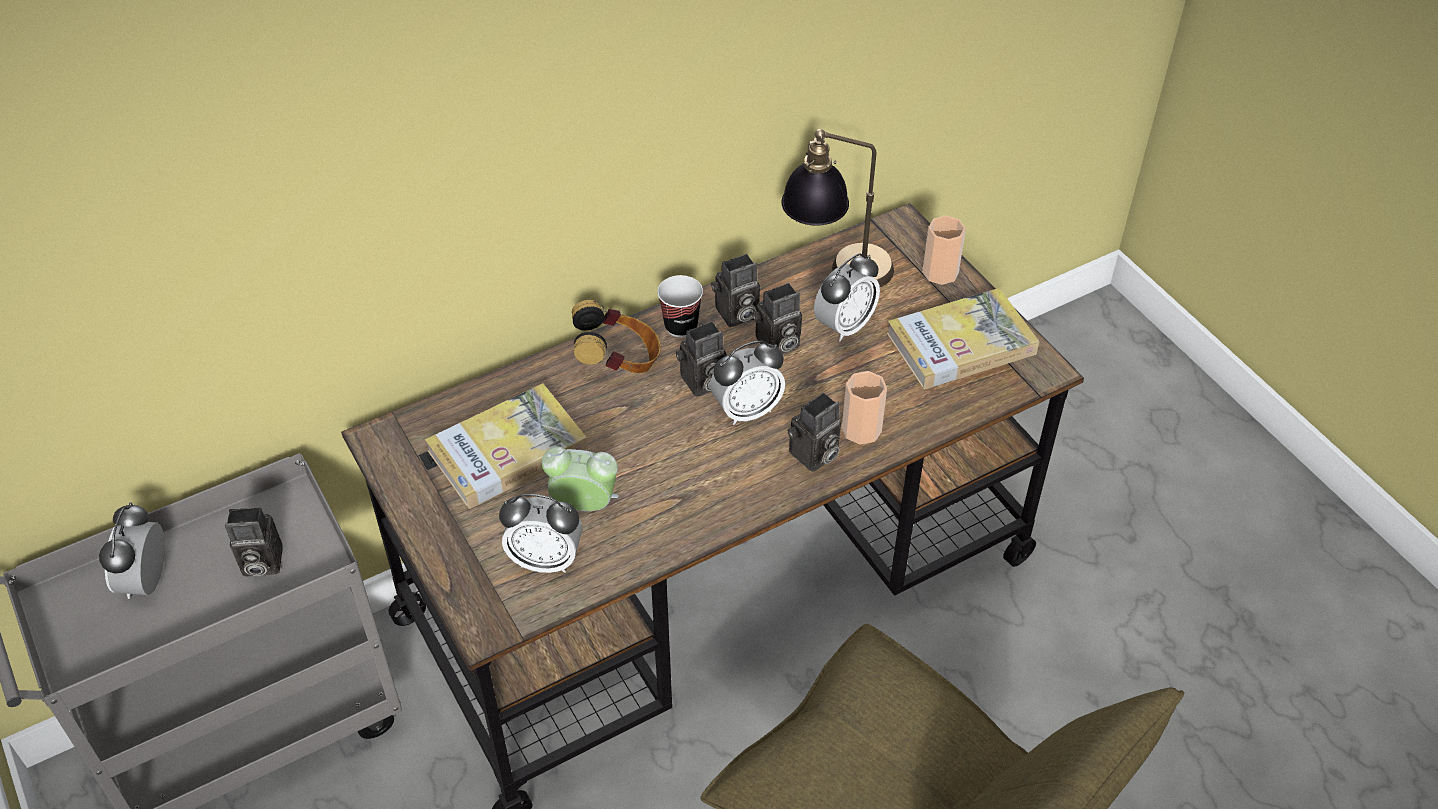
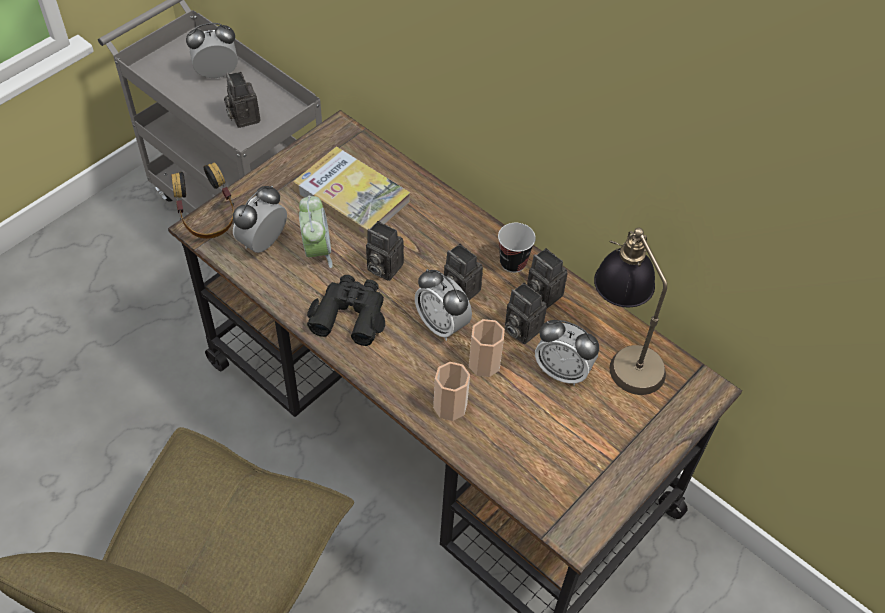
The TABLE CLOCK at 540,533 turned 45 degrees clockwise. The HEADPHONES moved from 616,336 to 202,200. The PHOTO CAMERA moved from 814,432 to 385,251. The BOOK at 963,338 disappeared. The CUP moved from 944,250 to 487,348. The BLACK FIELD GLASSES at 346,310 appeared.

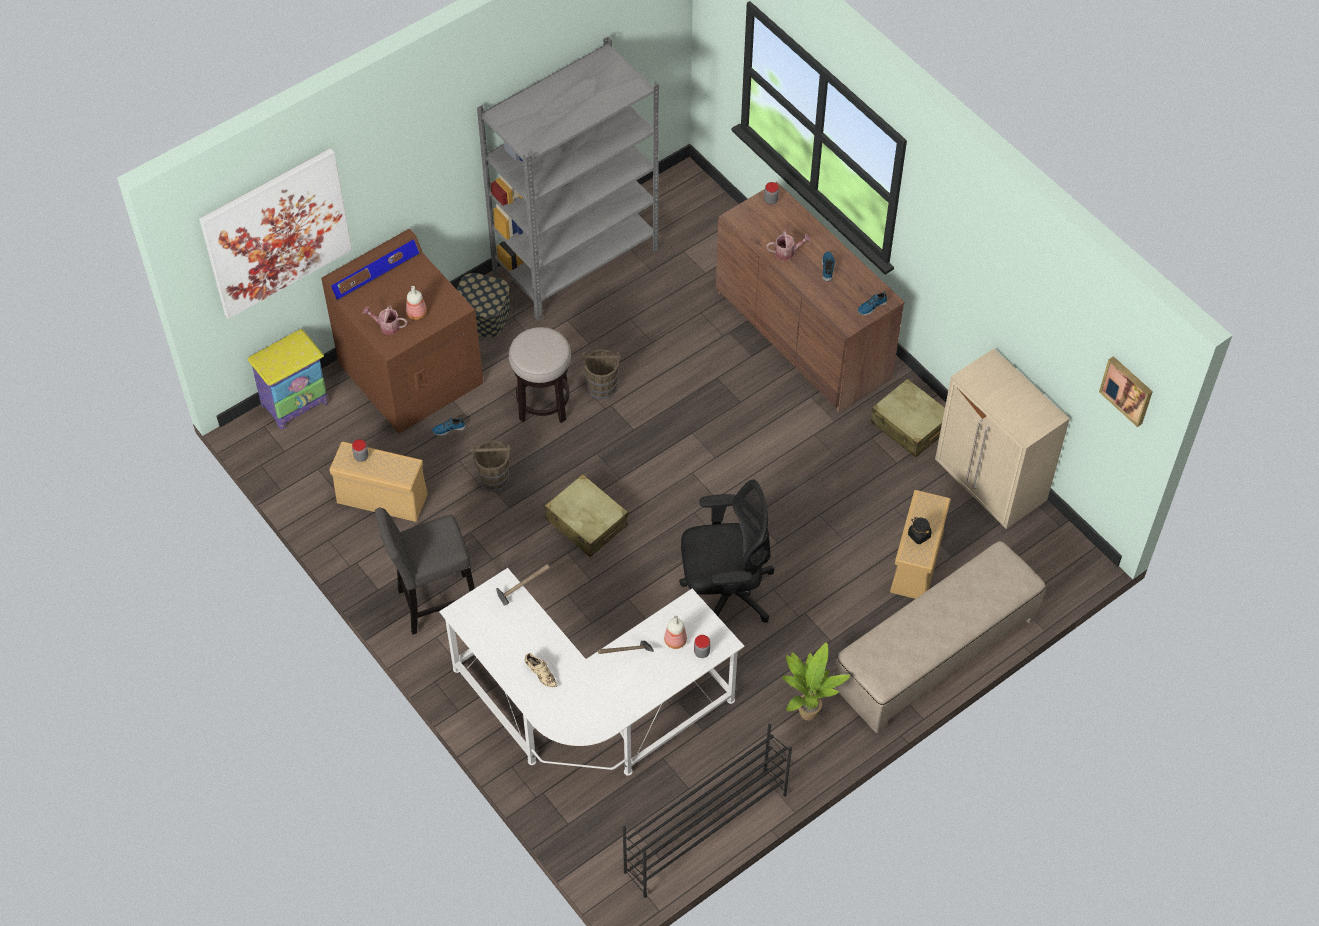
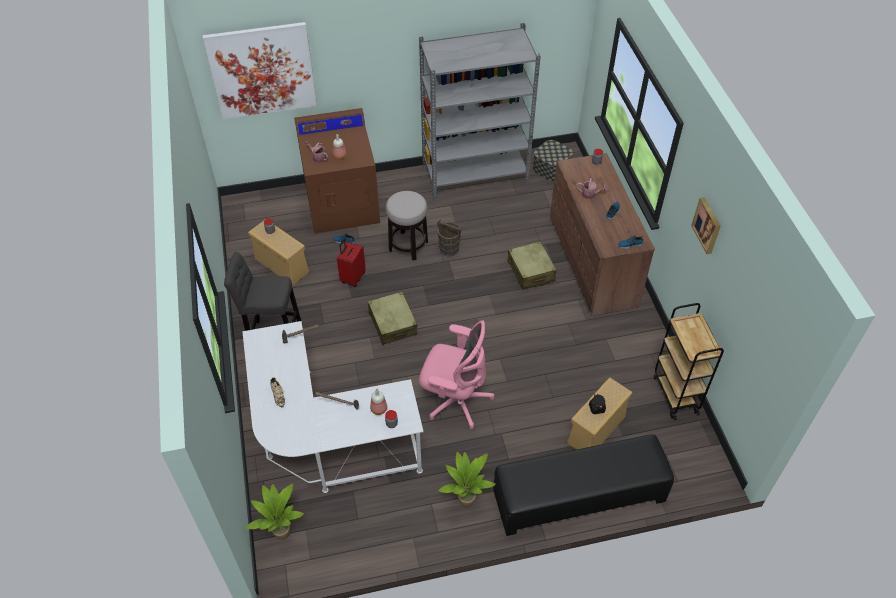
The BEDSIDE TABLE at 288,379 disappeared. The STORAGE CONTAINER moved from 484,305 to 553,161. The BROWN-COLOURED PAIL at 490,466 was replaced by the RED-COLOURED PIECE OF LUGGAGE at 351,263. The BLACK SHOE STAND at 707,811 disappeared. The BLACK COMPUTER CHAIR at 726,551 became the PINK COMPUTER CHAIR at 456,374. The BEIGE-COLOURED BENCH at 940,637 became the BLACK BENCH at 583,485. The BEIGE-COLOURED PIECE OF LUGGAGE moved from 908,418 to 532,265. The BEIGE-COLOURED CUPBOARD at 1002,438 was replaced by the BROWN-COLOURED WHEELED CART at 689,361. The PICTURE moved from 1126,391 to 706,225. The POTTED PLANT at 274,512 appeared.

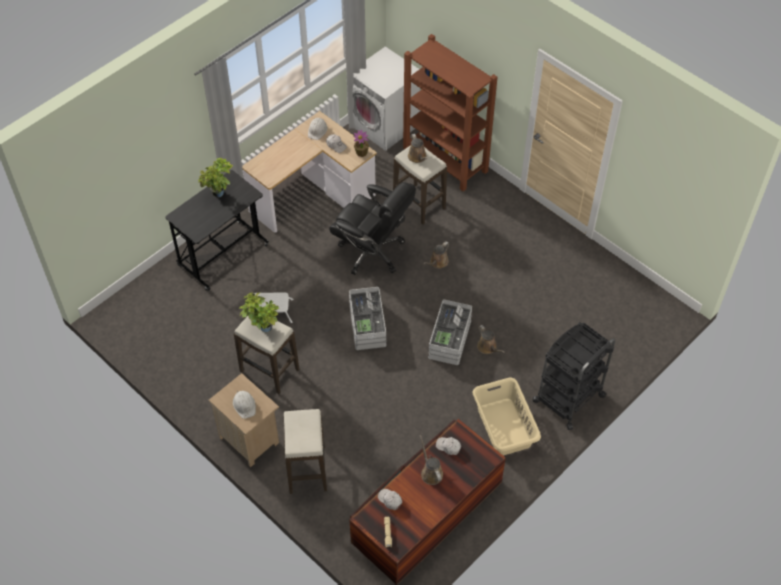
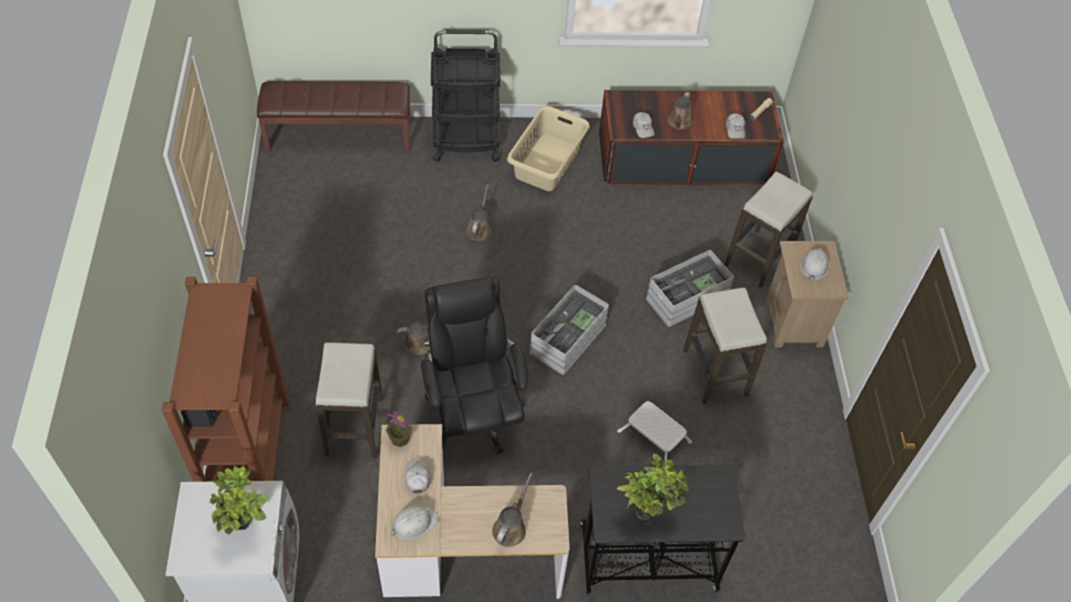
The POTTED PLANT moved from 259,312 to 239,500. The BROWN-COLOURED SPRINKLING CAN moved from 417,148 to 512,510. The GREYISH STORAGE CONTAINER moved from 450,332 to 690,288. The BROWN-COLOURED BENCH at 334,116 appeared.

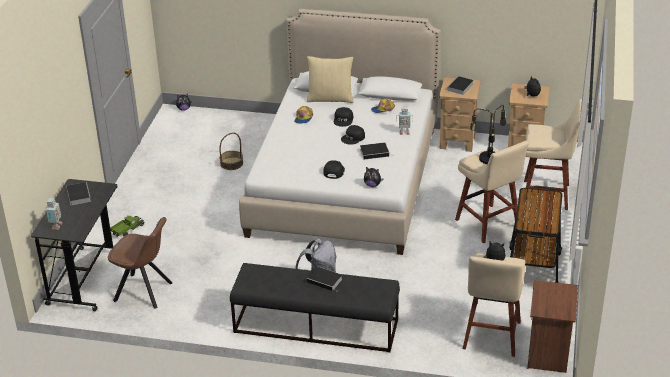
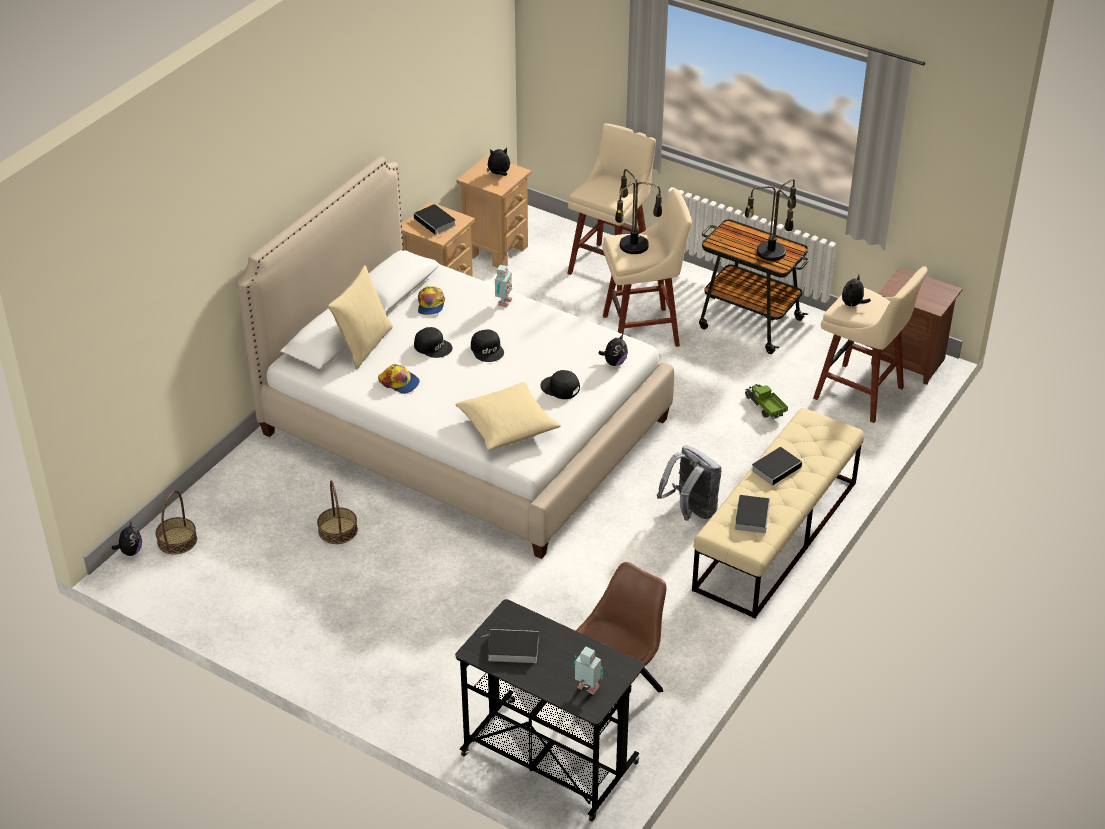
The MODEL TRUCK moved from 127,226 to 766,401. The BLACK BENCH at 315,307 became the BEIGE-COLOURED BENCH at 778,513. The BOOK moved from 376,150 to 752,514. The STORAGE BASKET at 176,522 appeared. The BEIGE-COLOURED CUSHION at 508,416 appeared. The LAMP FOR A TABLE at 770,220 appeared.

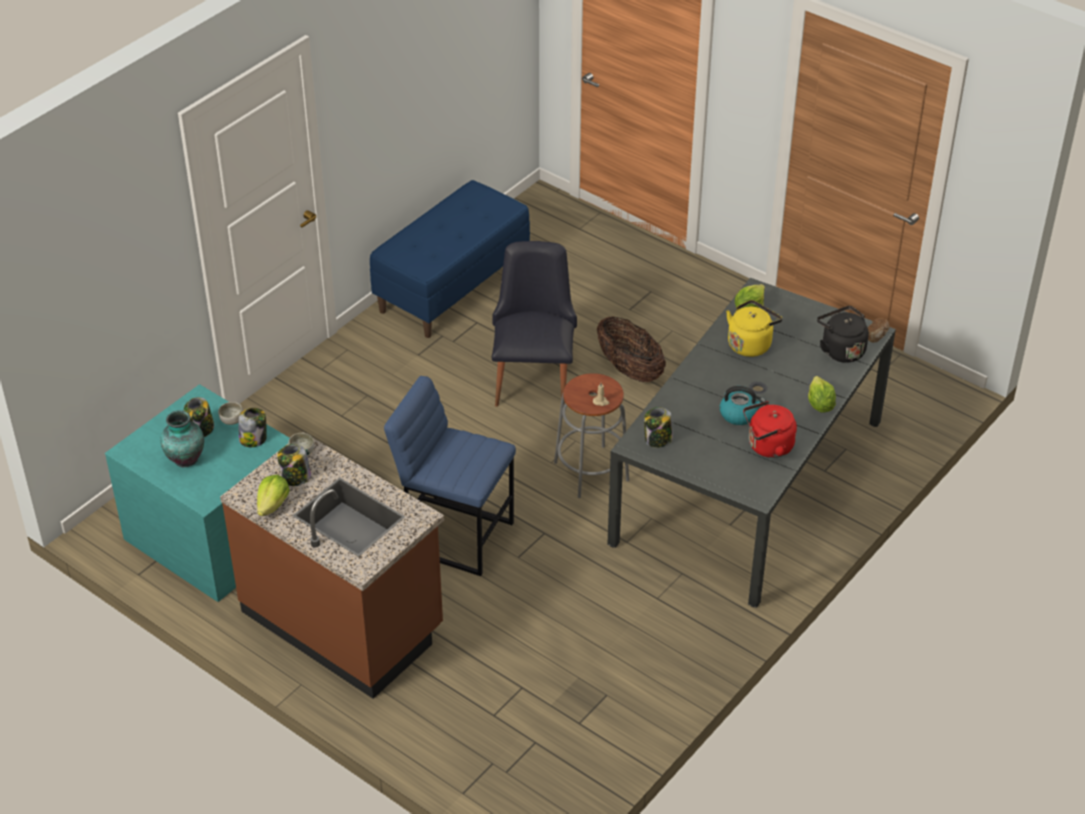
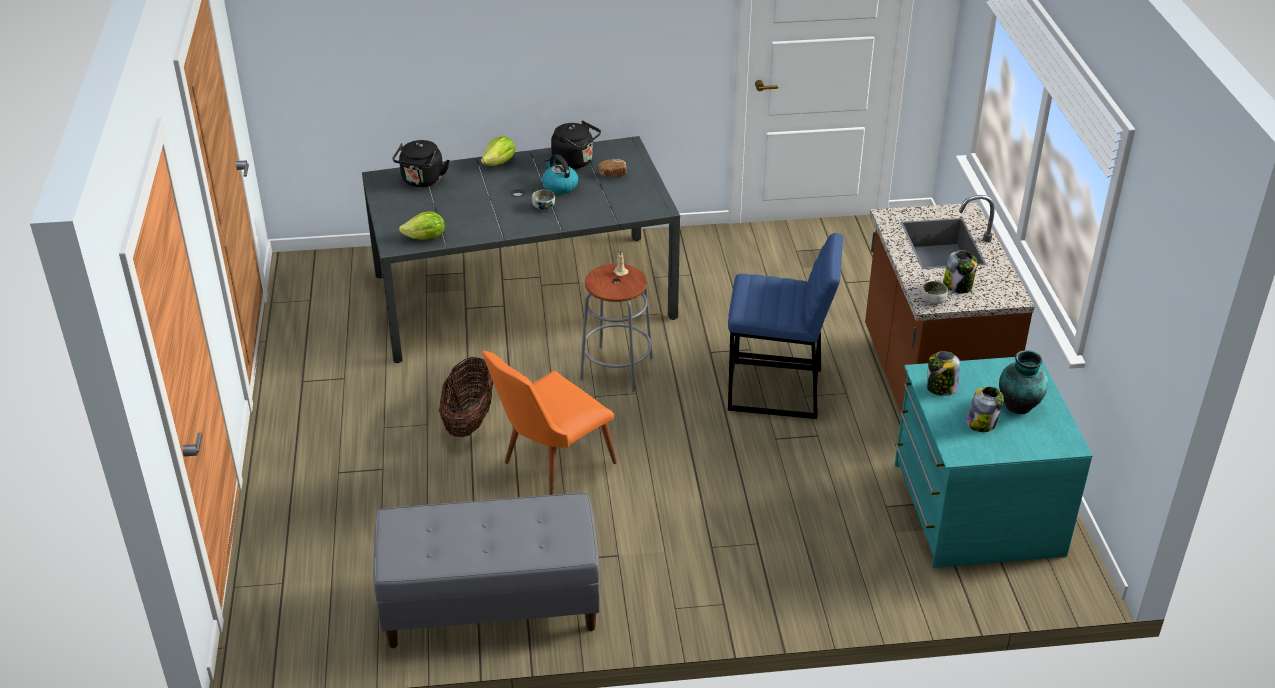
The DEEP DISH moved from 230,413 to 543,200. The LETTUCE at 273,495 disappeared. The BLUE-COLOURED BENCH at 450,259 became the GREYISH BENCH at 486,570. The BLUE-COLOURED UPRIGHT CHAIR at 450,476 turned 60 degrees counterclockwise. The BLACK UPRIGHT CHAIR at 534,324 became the ORANGE UPRIGHT CHAIR at 549,423. The STORAGE JAR at 658,427 disappeared. The YELLOWISH TEA KETTLE at 754,328 disappeared. The RED-COLOURED TEA KETTLE at 770,429 became the BLACK TEA KETTLE at 576,145. The BAKERY BREAD moved from 879,330 to 612,168.

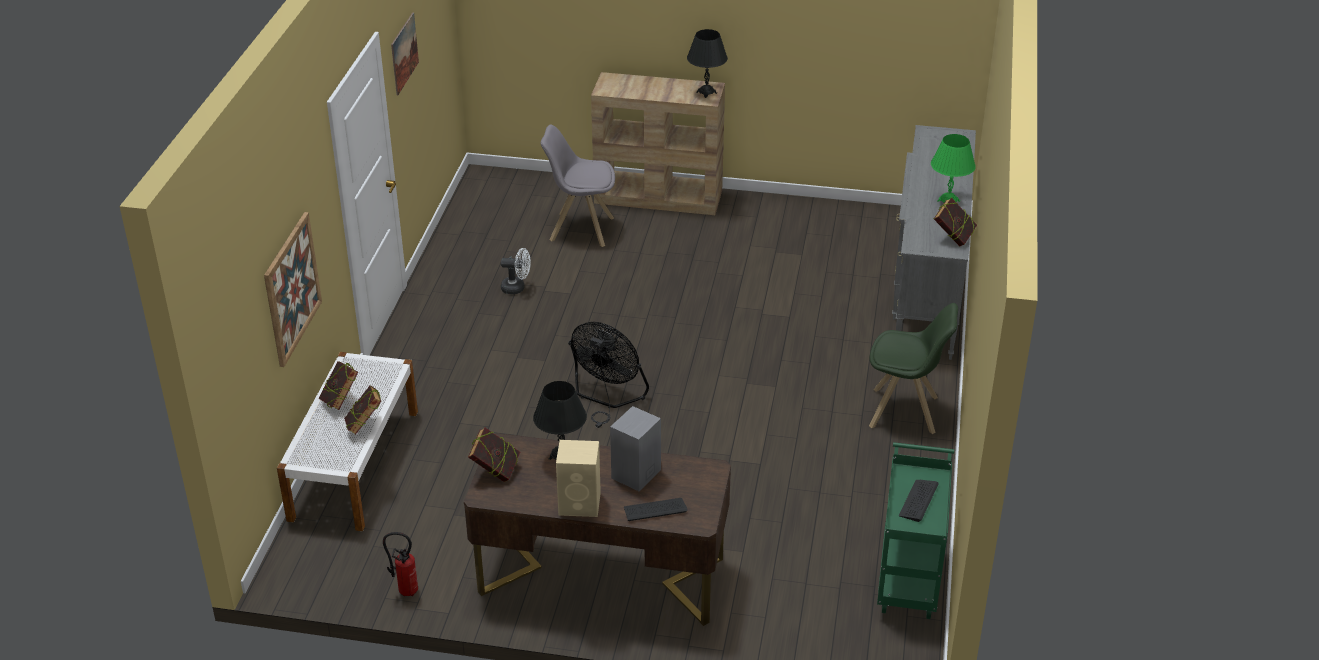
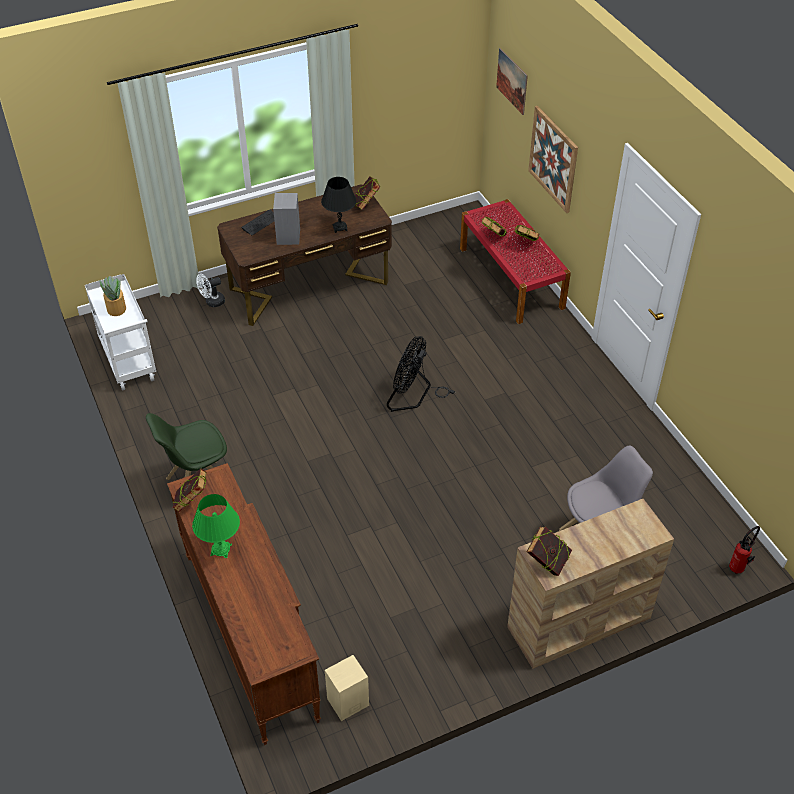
The WHITE-COLOURED BENCH at 347,441 became the RED-COLOURED BENCH at 515,261. The FIRE-FIGHTING CYLINDER moved from 400,564 to 744,550. The PICTURE moved from 405,53 to 512,81. The WHITE-COLOURED COOLING FAN moved from 516,271 to 210,290. The BEIGE-COLOURED LOUDSPEAKER moved from 578,478 to 347,688. The BLACK COOLING FAN at 608,375 turned 120 degrees clockwise. The BLACK LAMP FOR A TABLE at 707,63 was replaced by the BOOK at 549,551. The GREEN WHEELED CART at 915,530 became the WHITE-COLOURED WHEELED CART at 120,332. The GREYISH CUPBOARD at 934,242 became the BROWN-COLOURED CUPBOARD at 244,604. The PC KEYBOARD at 919,501 was replaced by the POTTED PLANT at 113,295.

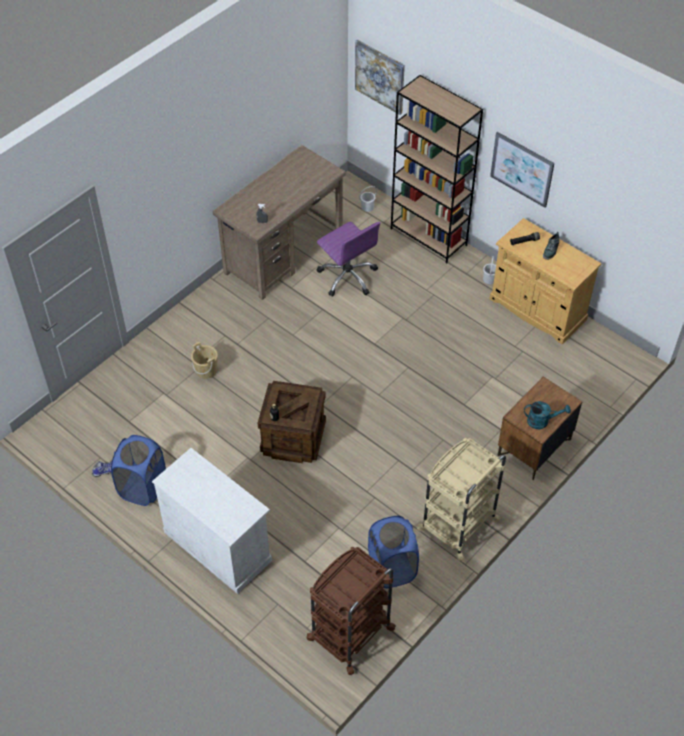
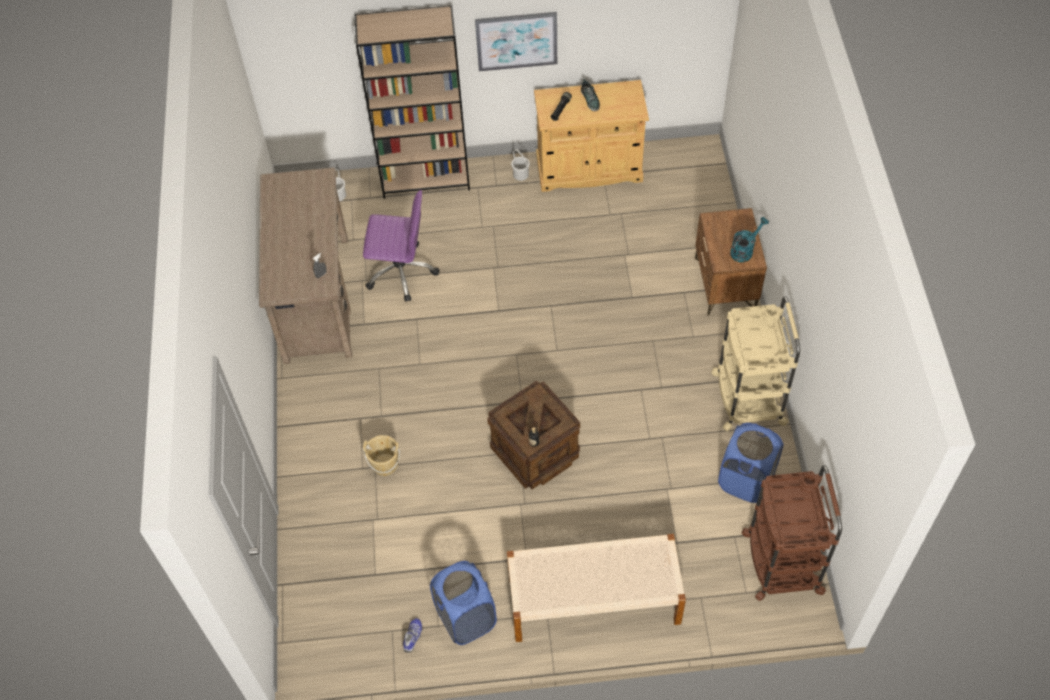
The WHITE-COLOURED CUPBOARD at 212,521 was replaced by the BEIGE-COLOURED BENCH at 596,588. The PICTURE at 380,77 disappeared.

